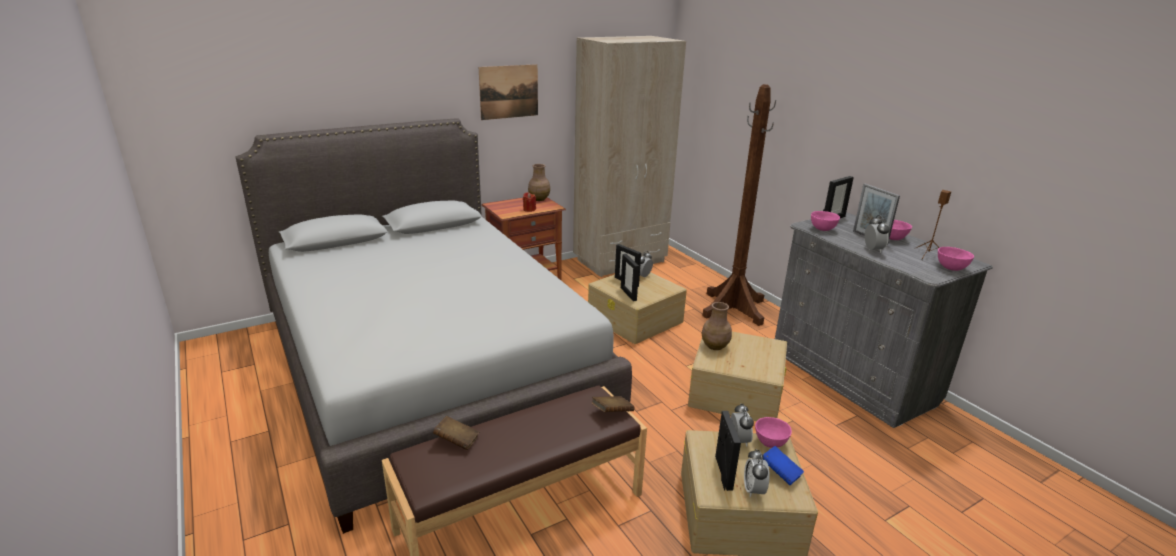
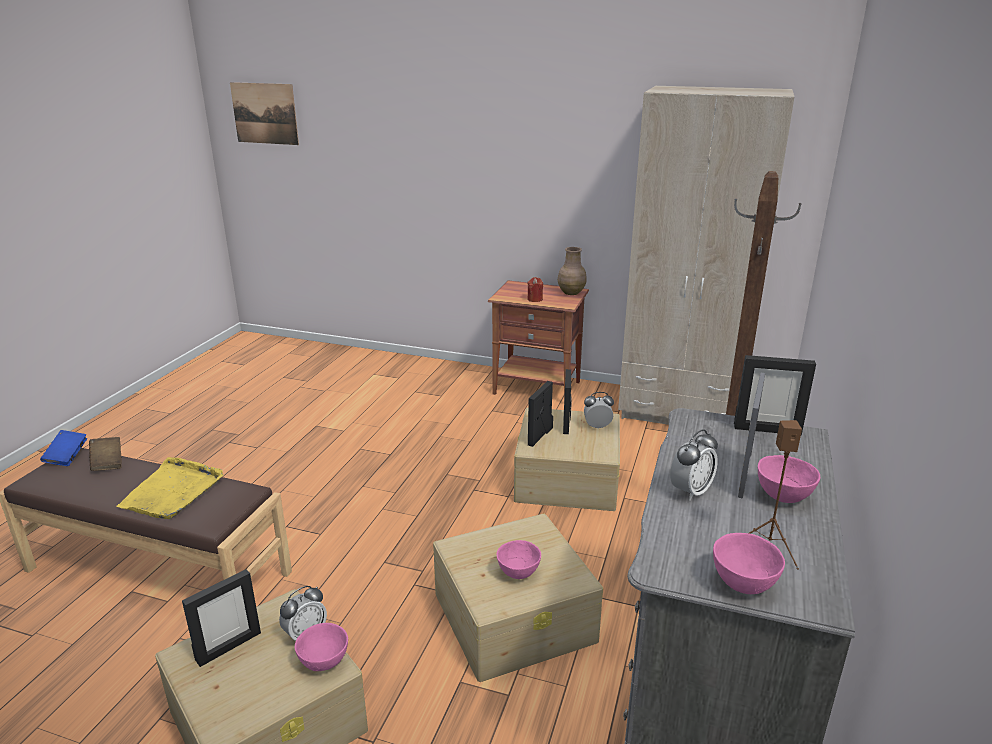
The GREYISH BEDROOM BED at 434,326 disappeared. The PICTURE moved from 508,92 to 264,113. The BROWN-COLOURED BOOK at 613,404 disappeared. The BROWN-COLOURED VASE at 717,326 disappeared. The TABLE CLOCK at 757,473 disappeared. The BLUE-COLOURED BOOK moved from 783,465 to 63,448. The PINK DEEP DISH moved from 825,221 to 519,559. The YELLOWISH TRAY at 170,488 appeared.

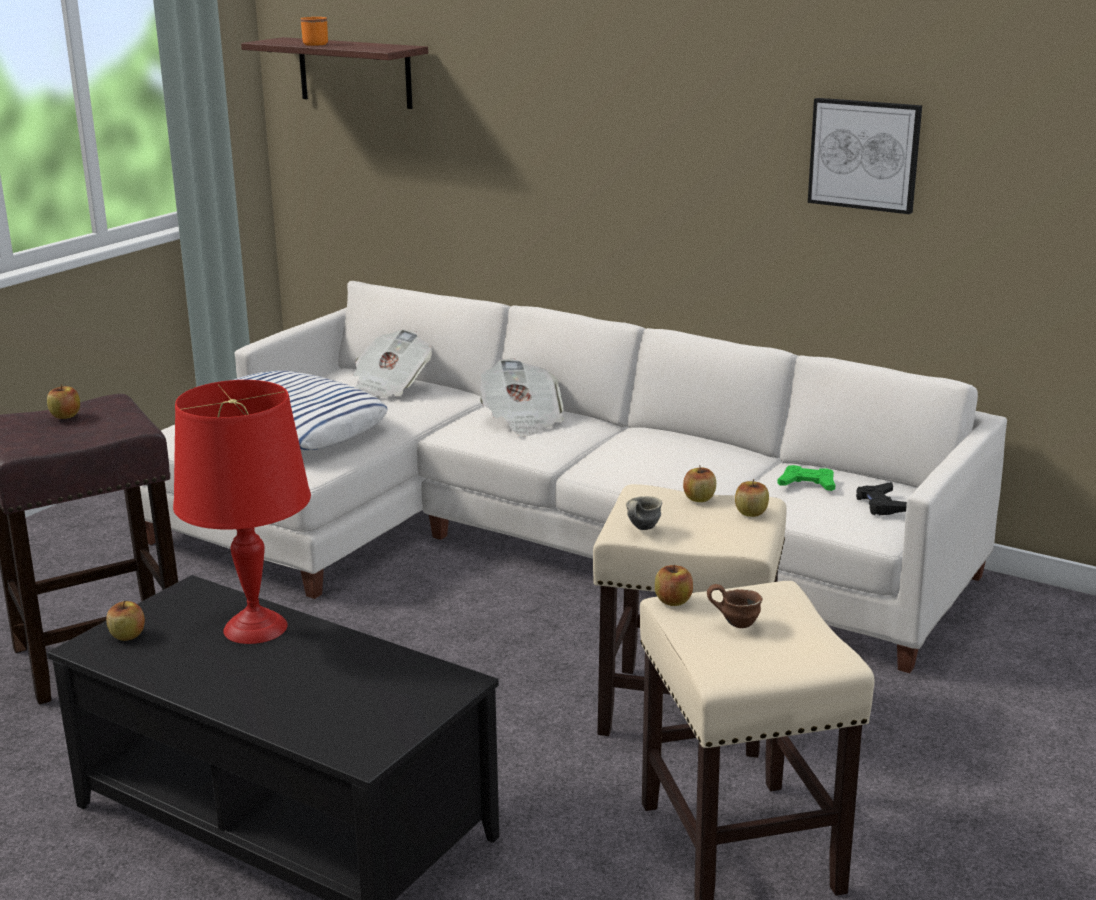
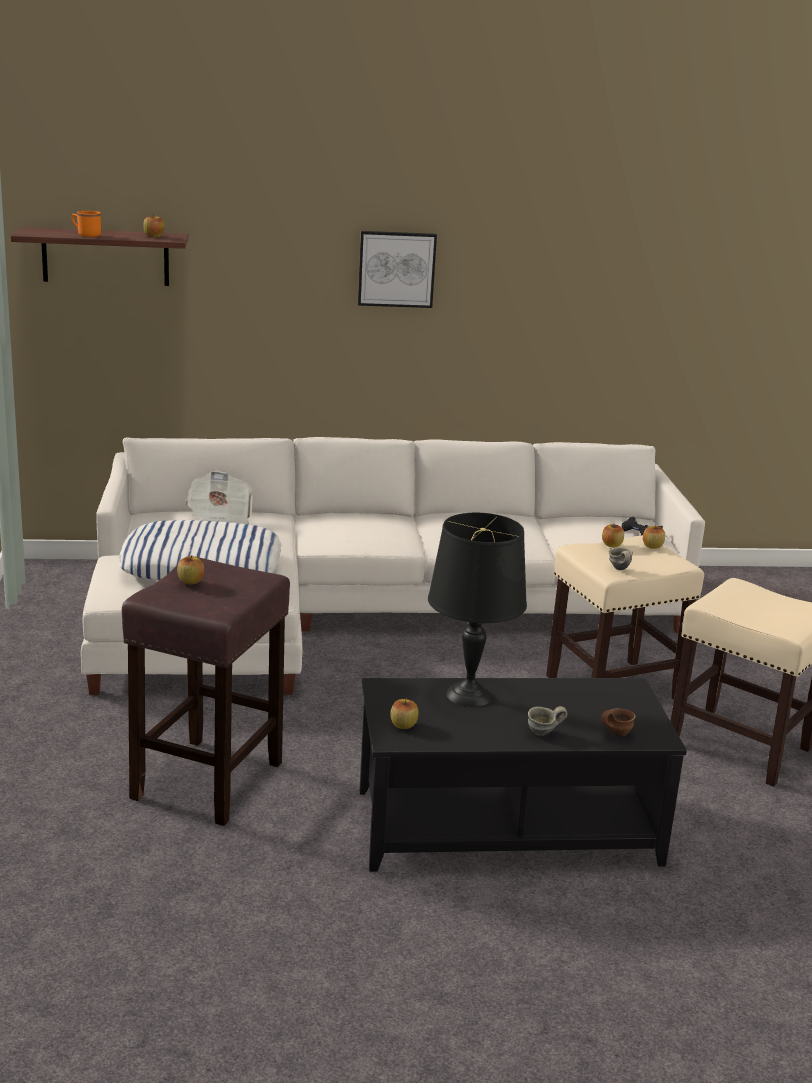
The RED-COLOURED LAMP FOR A TABLE at 242,512 became the BLACK LAMP FOR A TABLE at 477,610. The NEWSPAPER at 522,397 disappeared. The APPLE FRUIT moved from 674,585 to 153,225. The BROWN-COLOURED COFFEE MUG moved from 734,606 to 618,722. The GREEN GAMEPAD at 806,478 disappeared. The PICTURE moved from 865,156 to 397,269. The GREYISH COFFEE MUG at 548,721 appeared.

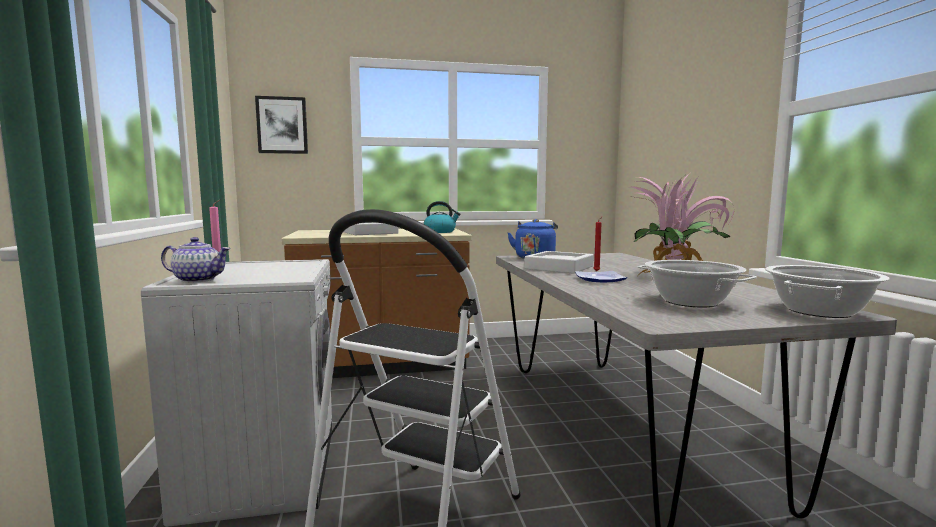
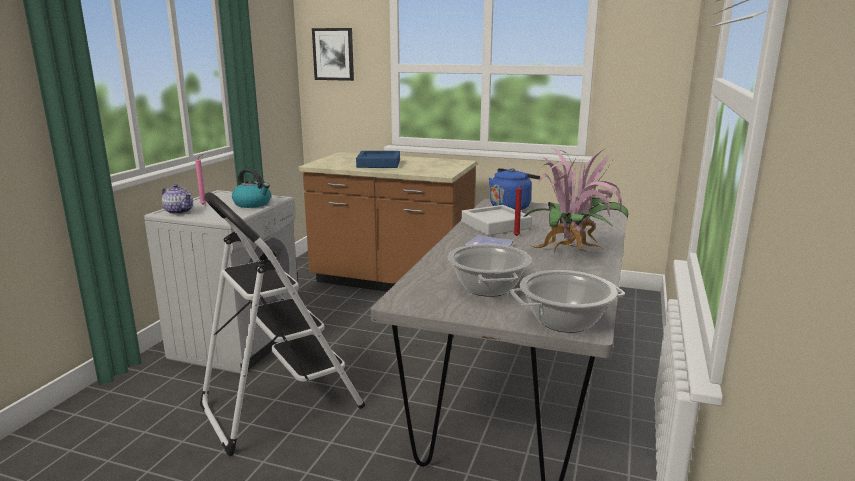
The GREYISH TRAY at 371,228 became the BLUE-COLOURED TRAY at 378,159. The TEA KETTLE moved from 442,217 to 251,188.

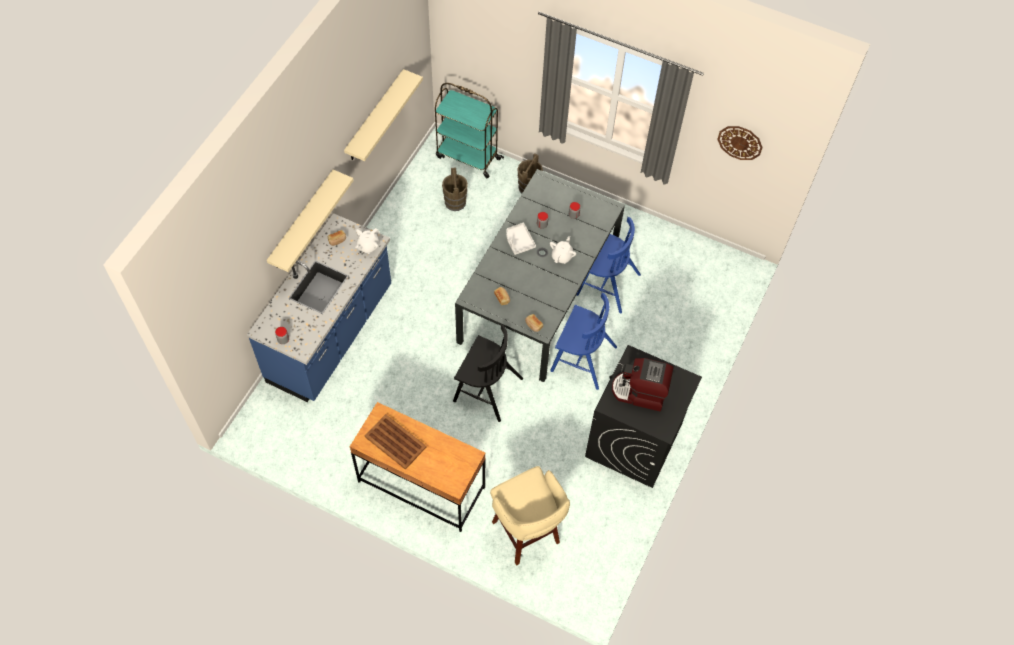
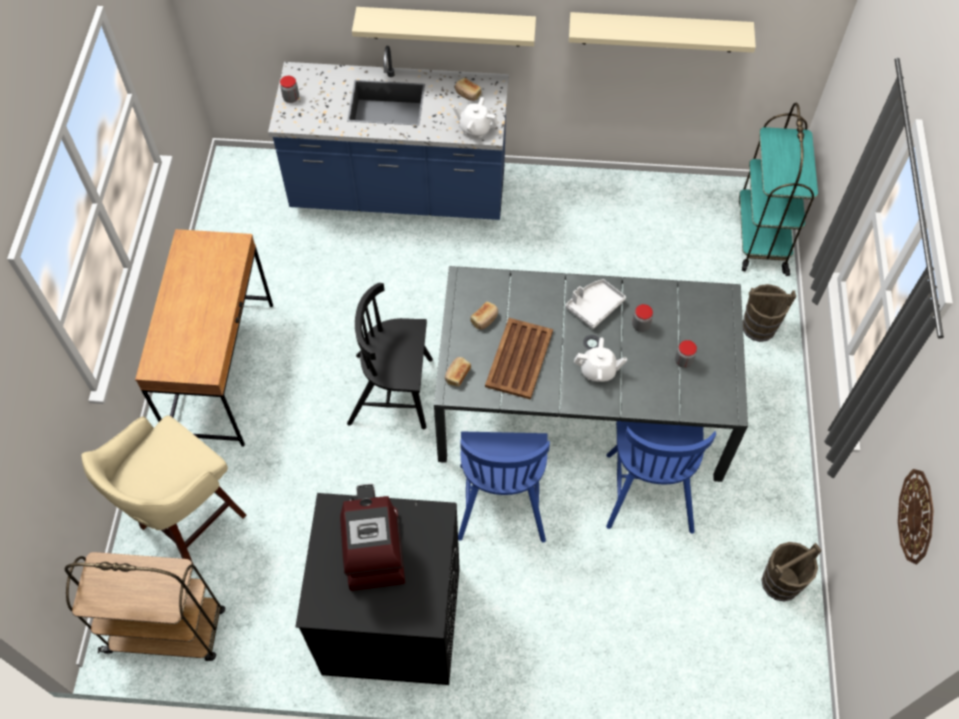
The BROWN-COLOURED TRAY moved from 396,442 to 519,359. The BROWN-COLOURED PAIL moved from 455,189 to 791,572. The BLACK UPRIGHT CHAIR at 488,373 turned 90 degrees clockwise. The BROWN-COLOURED WHEELED CART at 145,606 appeared.

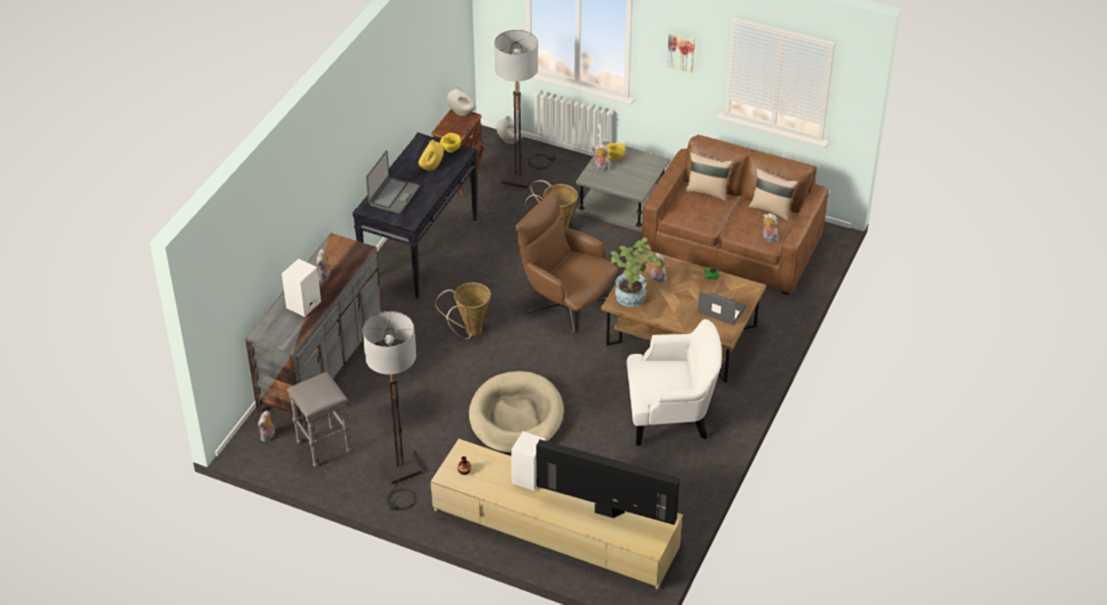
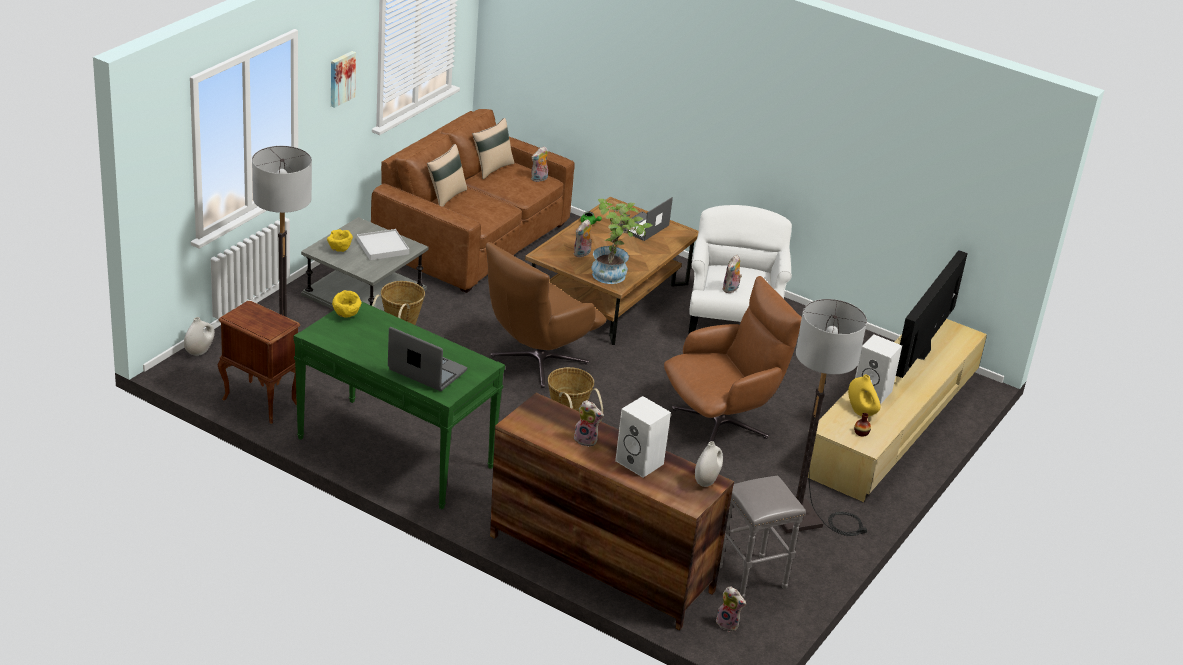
The GREYISH CUPBOARD at 313,330 became the BROWN-COLOURED CUPBOARD at 612,511. The BLACK CONSOLE TABLE at 415,215 became the GREEN CONSOLE TABLE at 399,405. The YELLOWISH VASE moved from 431,155 to 864,395. The WHITE-COLOURED VASE moved from 461,101 to 709,464. The BEIGE-COLOURED DOG BED at 516,413 was replaced by the BROWN-COLOURED LOUNGE CHAIR at 733,359. The SOFT TOY moved from 601,158 to 732,273. The WHITE-COLOURED TRAY at 383,244 appeared.

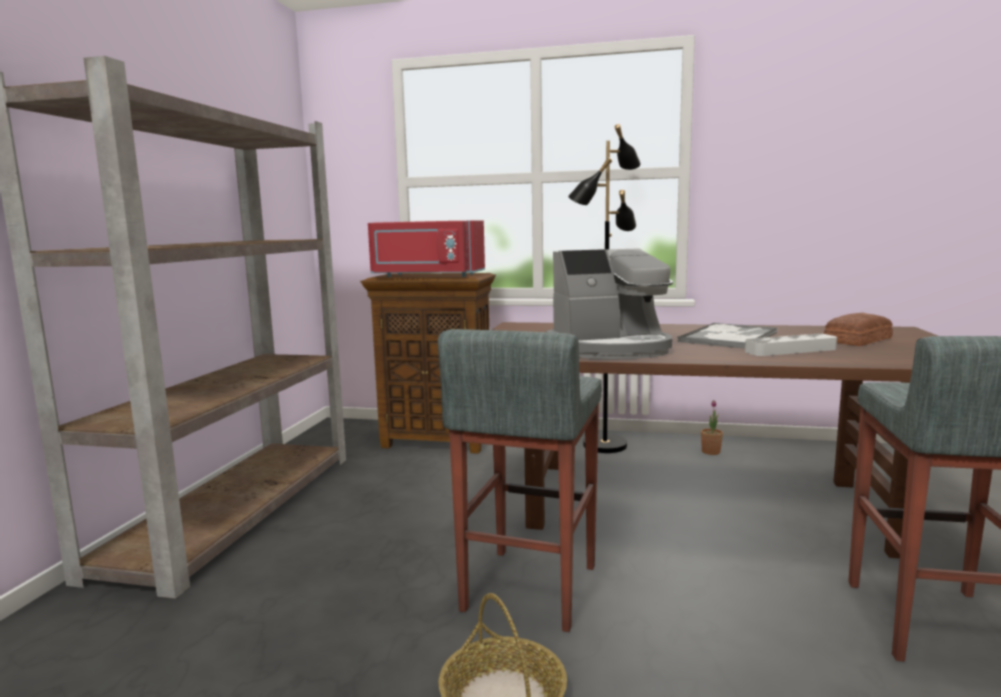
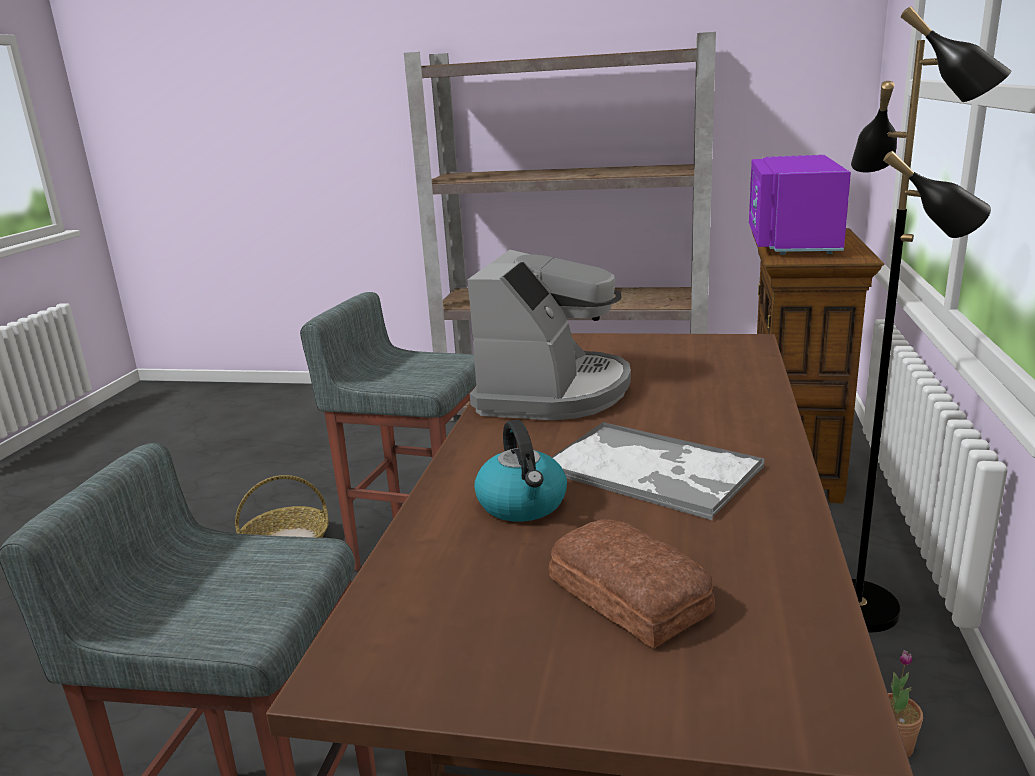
The RED-COLOURED MICROWAVE at 426,248 became the PURPLISH MICROWAVE at 800,205. The COFFEE MACHINE at 609,303 turned 150 degrees counterclockwise. The GREYISH TRAY at 791,345 was replaced by the TEA KETTLE at 520,471.

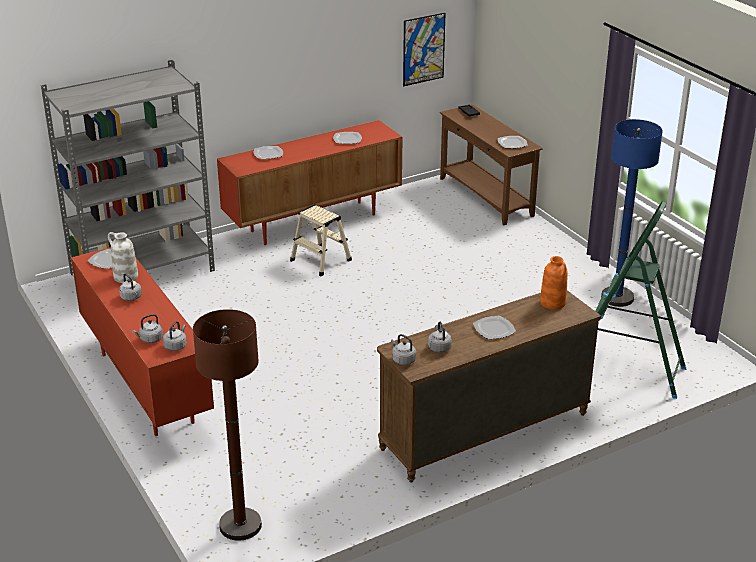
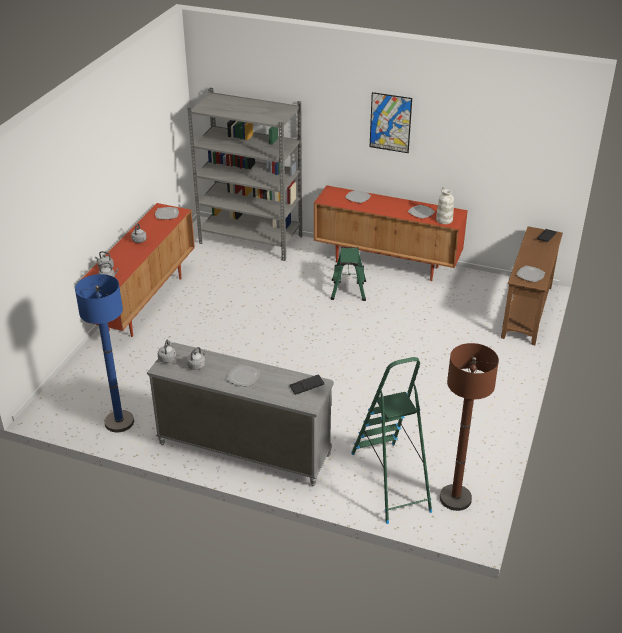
The WHITE-COLOURED VASE moved from 123,257 to 445,205. The BROWN-COLOURED STANDING LAMP moved from 227,425 to 469,427. The BEIGE-COLOURED STEP STOOL at 321,240 became the GREEN STEP STOOL at 348,274. The BROWN-COLOURED CHEST OF DRAWERS at 489,386 became the GREYISH CHEST OF DRAWERS at 240,414. The PICTURE moved from 424,49 to 391,122. The ORANGE VASE at 554,283 was replaced by the BLACK TRAY at 307,384. The BLUE-COLOURED STANDING LAMP moved from 632,213 to 104,353.

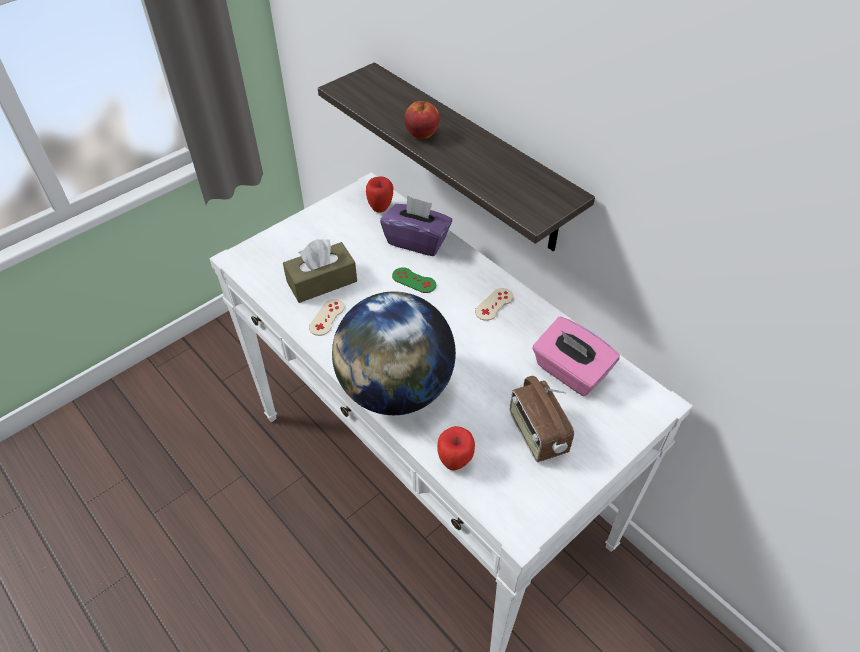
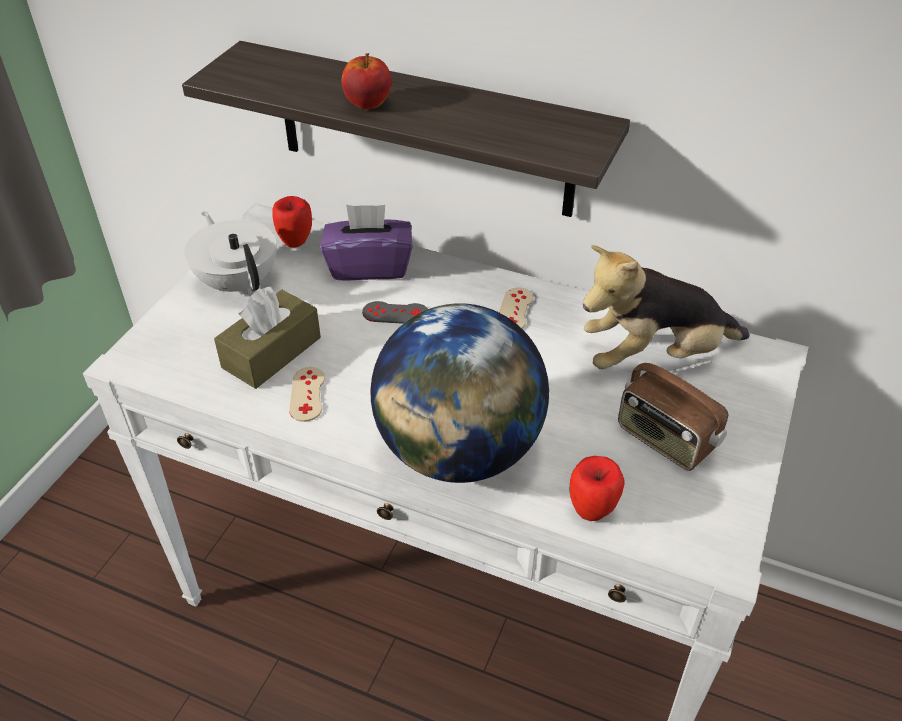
The GREEN GAMEPAD at 414,280 became the GREYISH GAMEPAD at 395,312. The PINK TISSUE HOLDER at 576,356 was replaced by the SOFT TOY at 666,307. The WHITE-COLOURED TEAPOT at 230,253 appeared.

